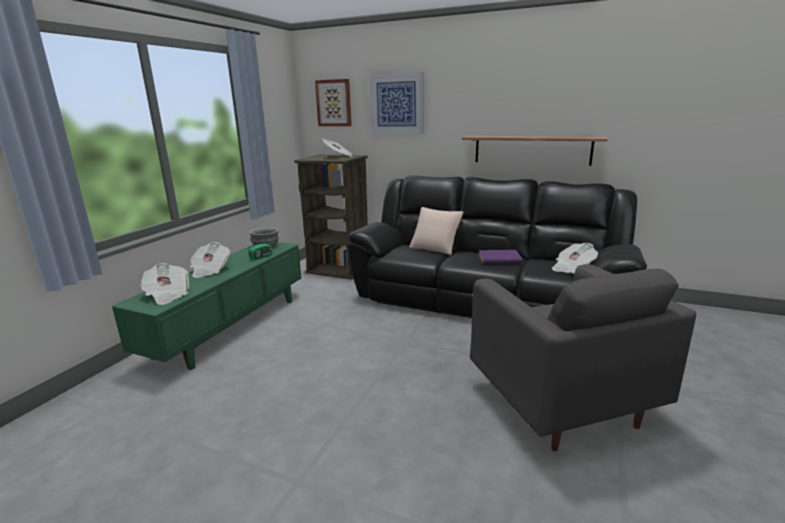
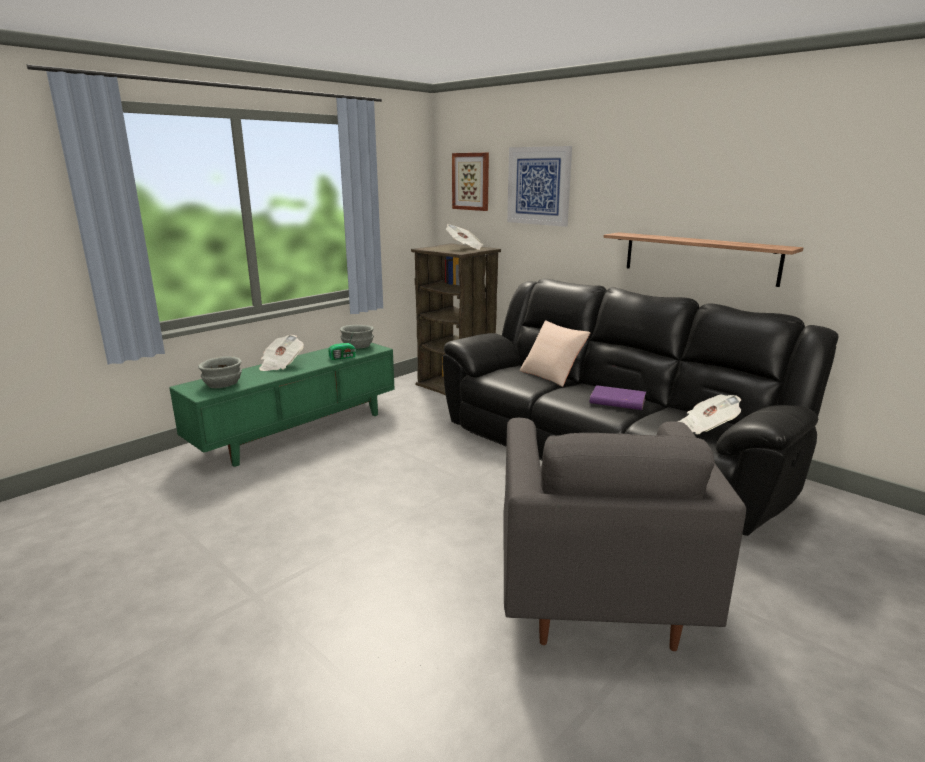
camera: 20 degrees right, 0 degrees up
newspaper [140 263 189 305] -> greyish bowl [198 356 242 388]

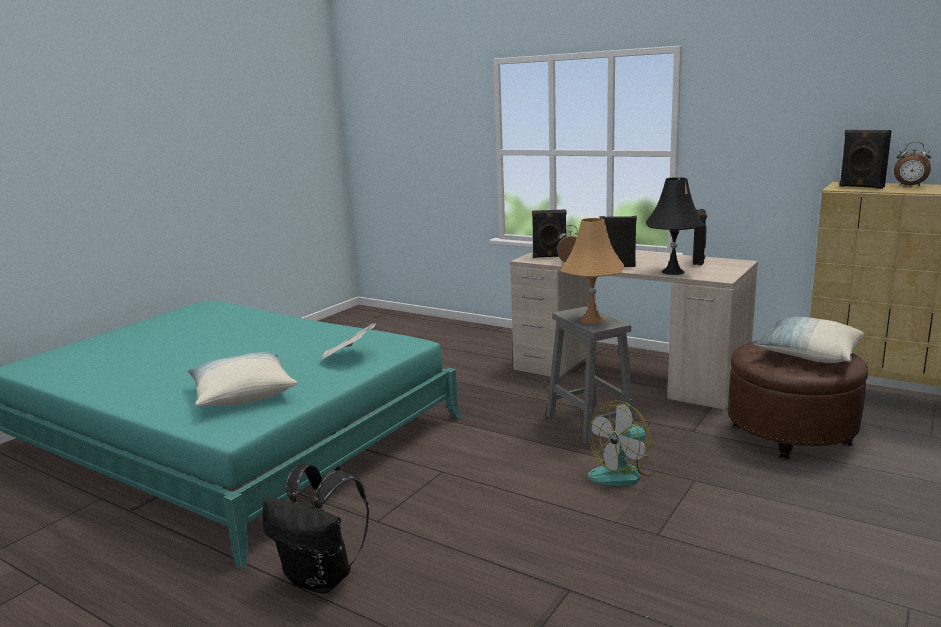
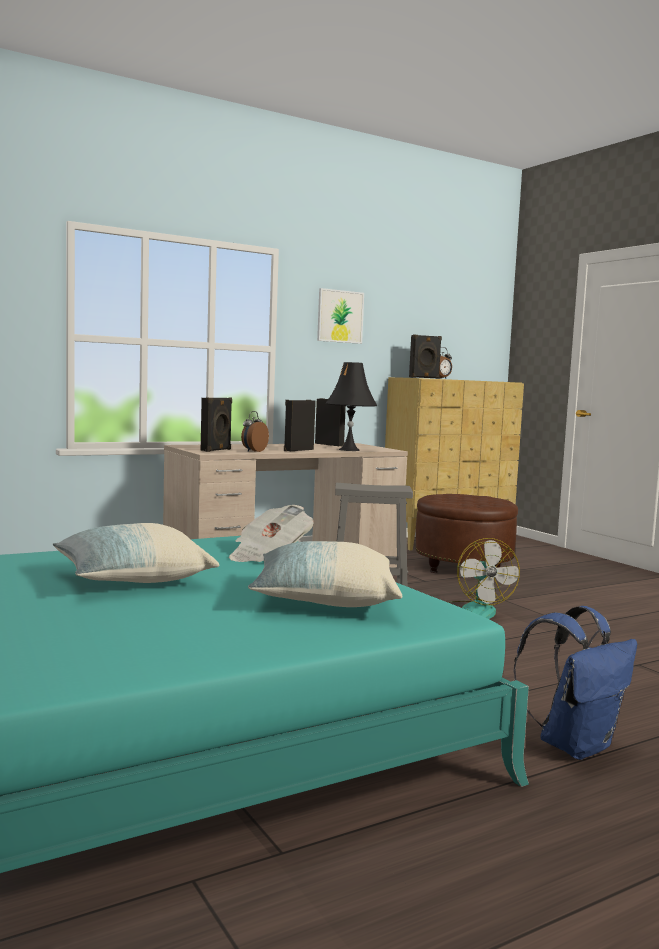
camera: 65 degrees left, 10 degrees down
orange table lamp [561 218 624 324] -> none
cushion [754 317 864 363] -> cushion [53 523 219 583], relocated
blackish backpack [262 464 369 594] -> bluish backpack [513 606 637 760]
none -> picture [317 288 364 344]

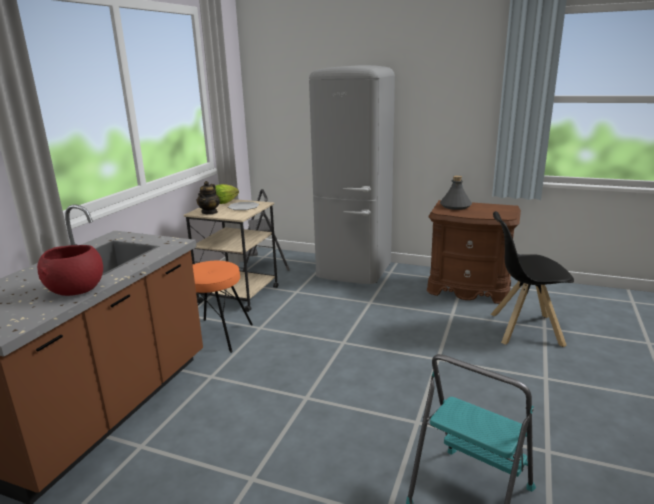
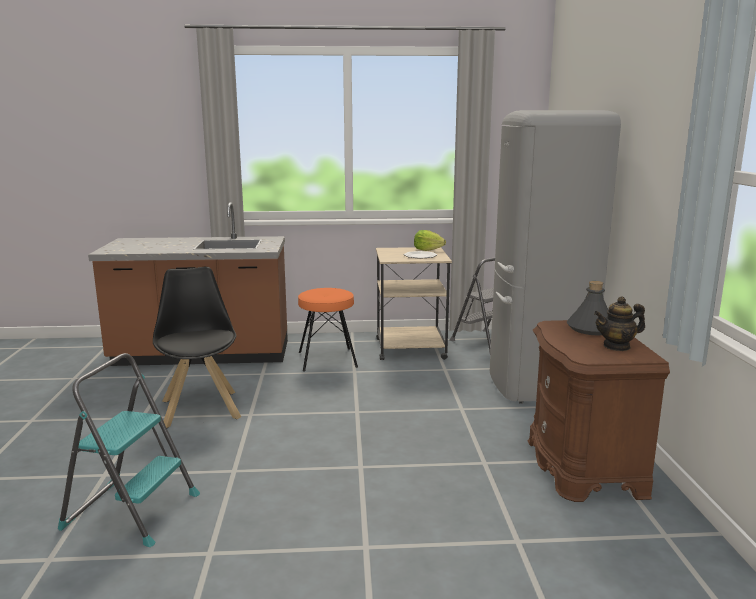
camera: 65 degrees right, 5 degrees down
tea pot [197 181 220 215] -> tea pot [594 296 645 351], relocated
blackish upright chair [491 211 574 347] -> blackish upright chair [153 267 241 428], relocated
red-coloured bowl [37 245 103 296] -> none

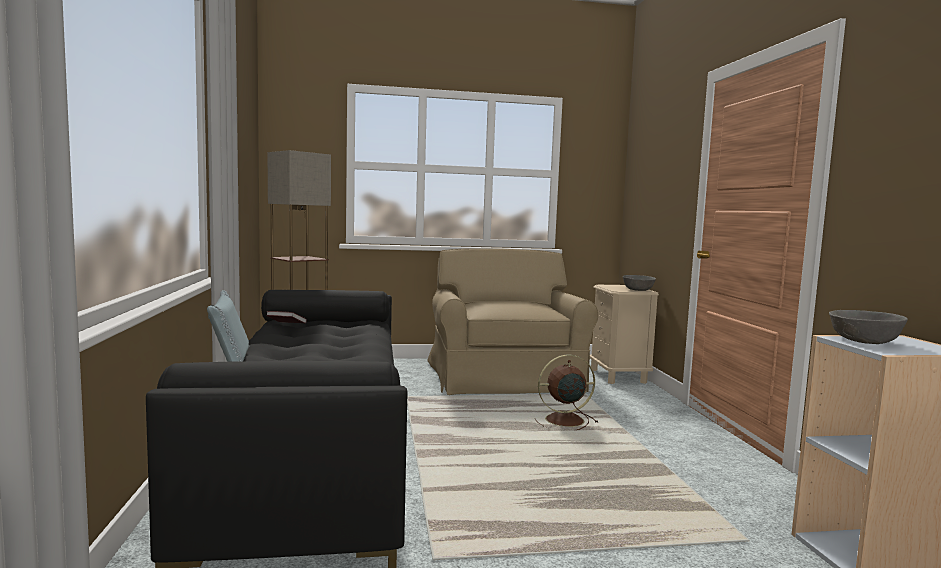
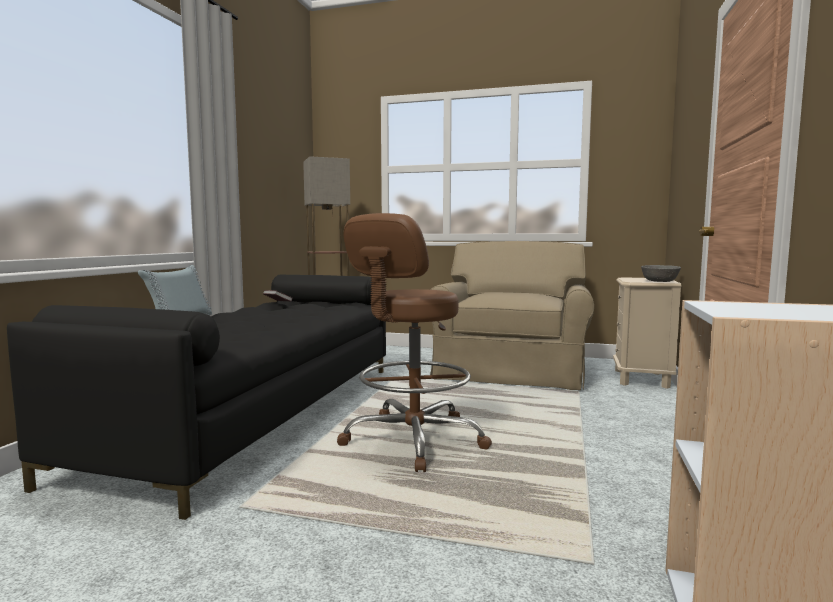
camera: 25 degrees right, 0 degrees up
greyish bowl [829 310 908 344] -> none
brown-coloured cooling fan [535 355 598 431] -> none
none -> brown-coloured sitting stool [337 213 492 472]

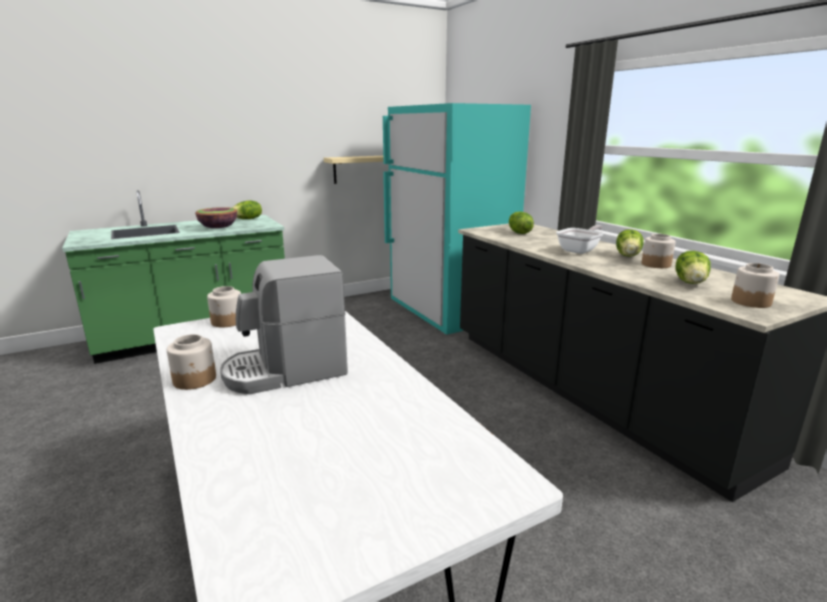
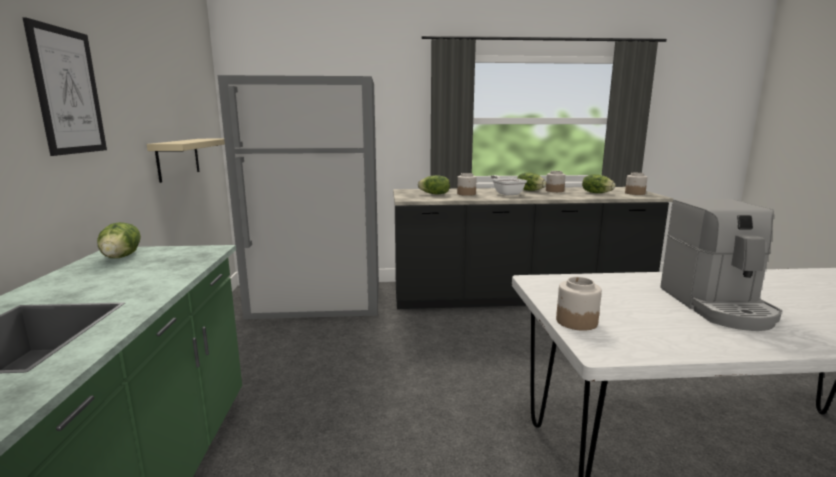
camera: 65 degrees left, 5 degrees down
turquoise fridge [383 103 531 335] -> greyish fridge [218 75 379 319]
bowl [195 207 237 228] -> none
storage jar [167 334 216 390] -> storage jar [457 173 476 196], relocated
none -> picture [22 17 107 156]

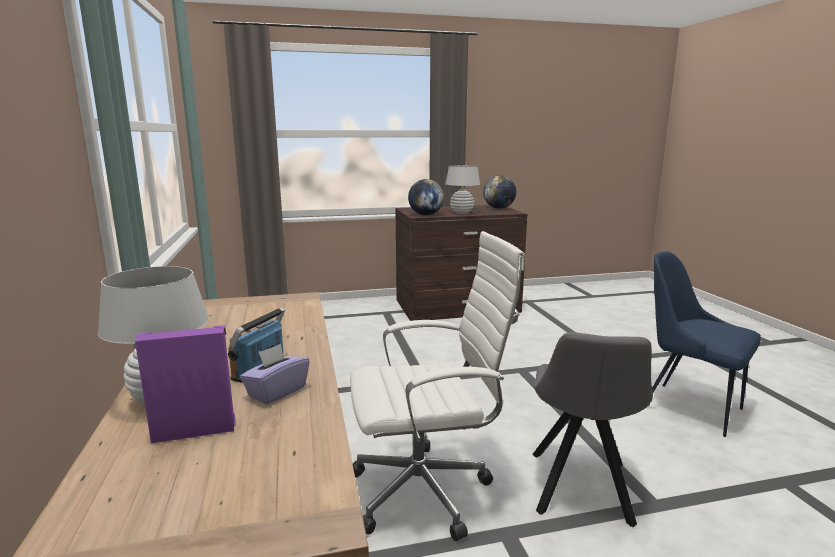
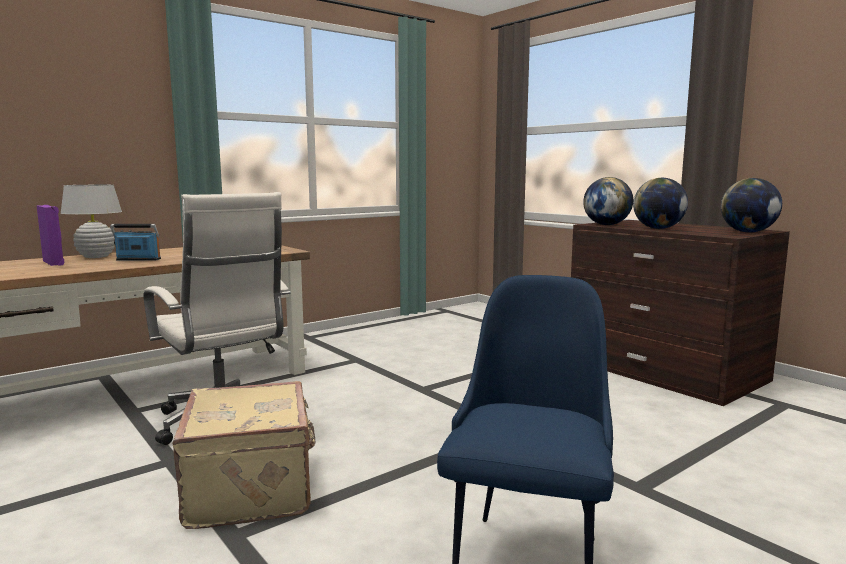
camera: 65 degrees right, 5 degrees down
white-coloured table lamp [445 165 480 214] -> desk globe [633 178 688 229]
greyish upright chair [532 332 653 527] -> beige travel case [172 381 316 529]
purple tissue box [240 344 309 405] -> none

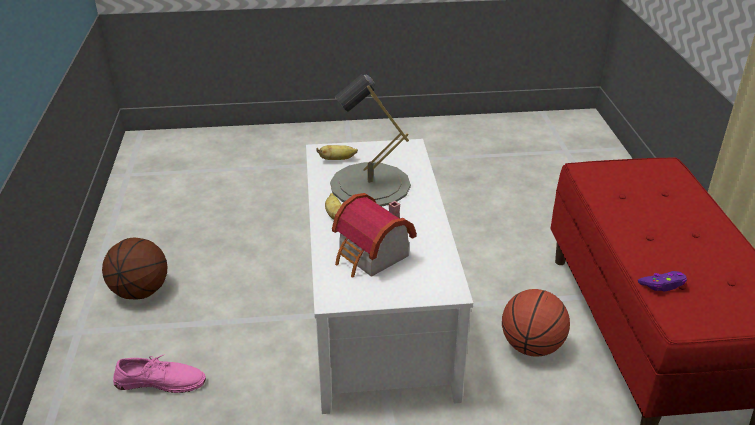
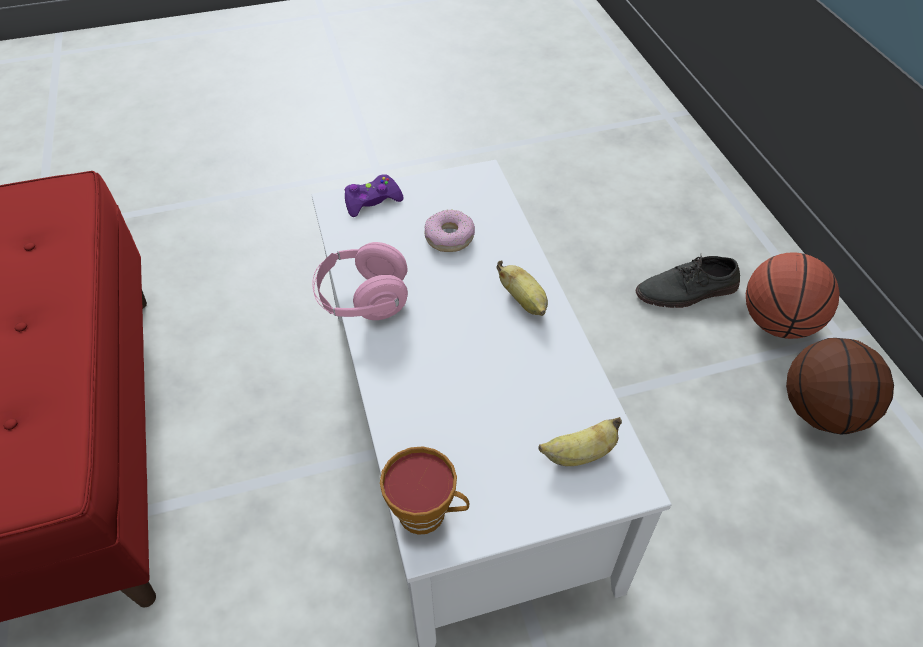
camera: 170 degrees right, 15 degrees up
greyish table lamp [330 74 411 207] -> none
model house [332 193 417 277] -> ring doughnut [425 209 475 252]
purple gamepad [638 271 687 291] -> purple gamepad [345 174 404 217], relocated
basketball [502 289 570 357] -> basketball [746 252 840 339], relocated
pink-coloured shoe [113 354 206 393] -> greyish shoe [636 256 740 308]
none -> pink-coloured pair of headphones [312 242 408 320]
none -> small cup [380 446 470 535]

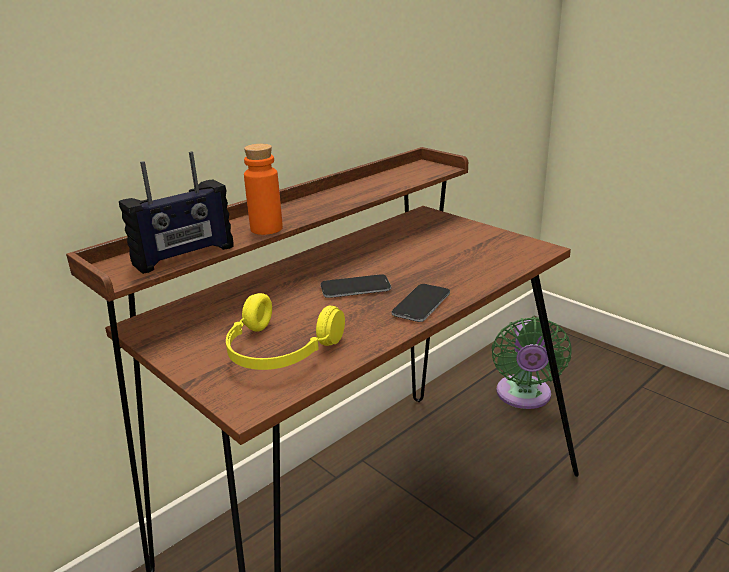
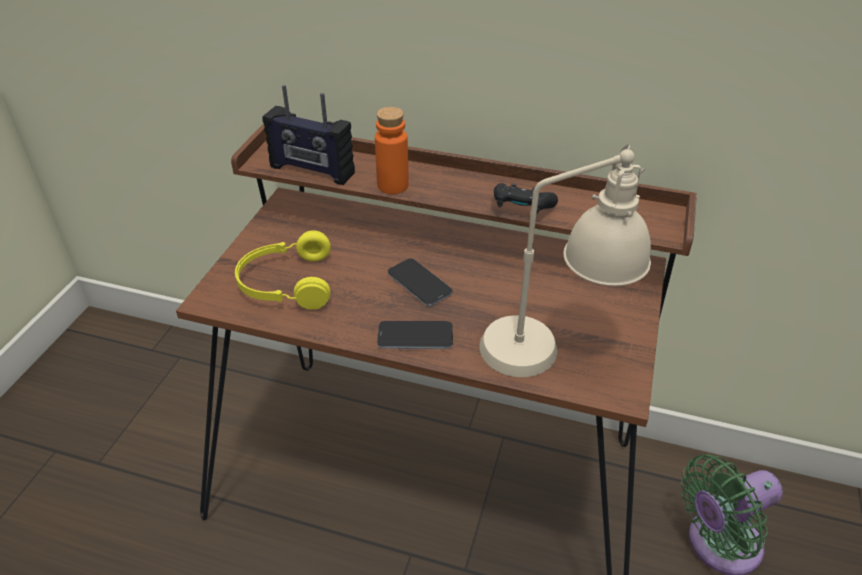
camera: 60 degrees right, 15 degrees up
none -> beige table lamp [479 145 651 377]
none -> blackish gamepad [494 183 558 214]

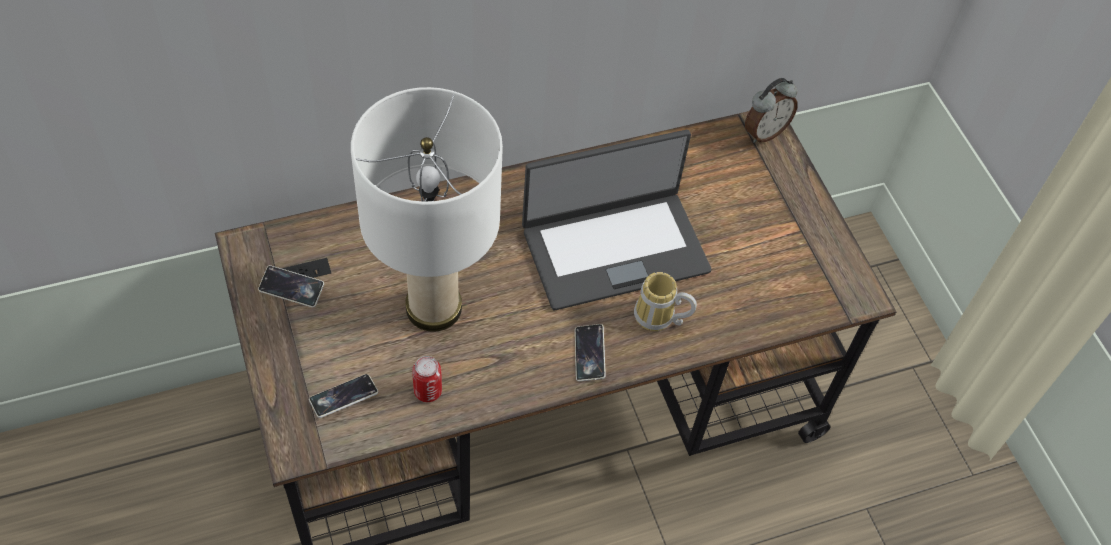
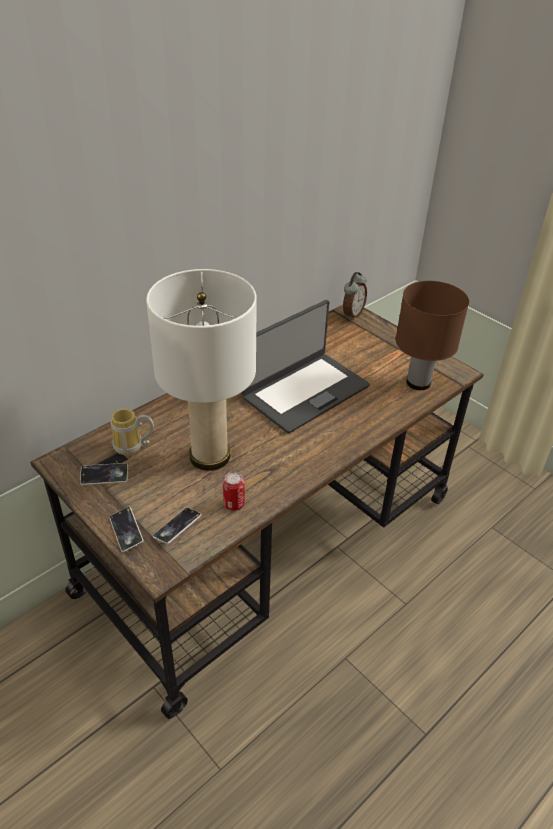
camera: 20 degrees left, 15 degrees down
coffee mug [634 272 697 331] -> coffee mug [111 408 154 455], relocated
handset [575 324 606 382] -> handset [110 507 143 552], relocated
none -> brown-coloured table lamp [396 281 469 390]

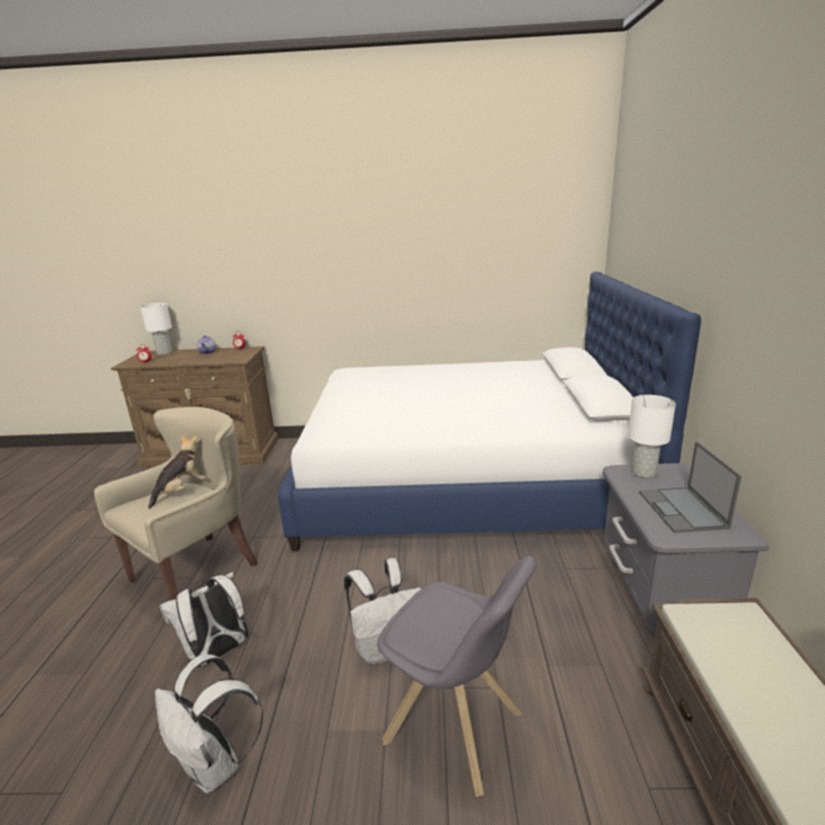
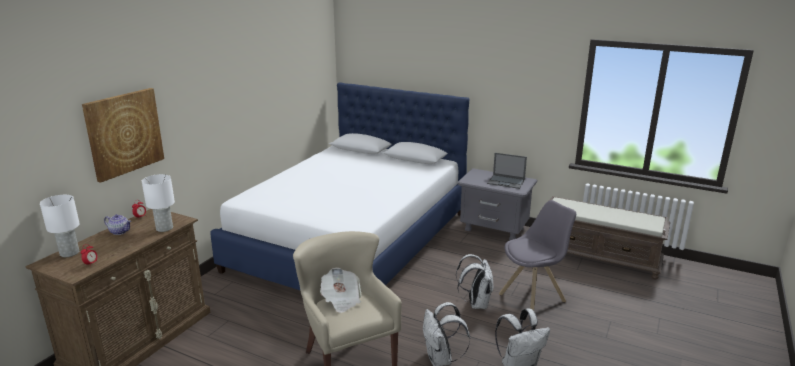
camera: 65 degrees left, 0 degrees up
white-coloured table lamp [628 395 676 478] -> white-coloured table lamp [142 174 175 232], relocated
plush toy [148 435 206 509] -> newspaper [320 267 361 313]
none -> picture [82 88 164 183]

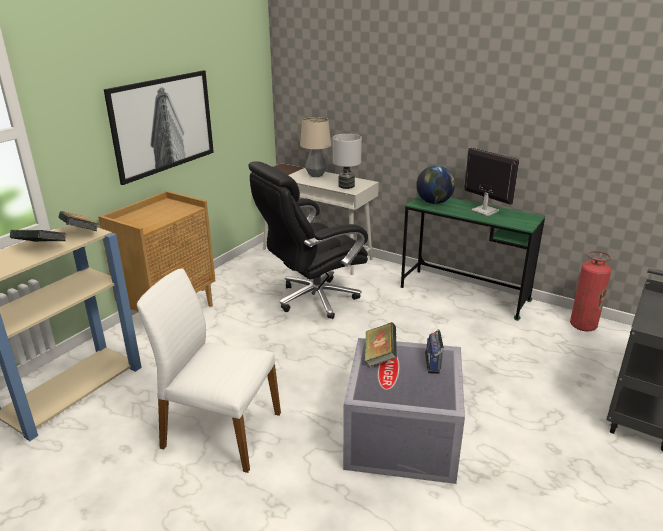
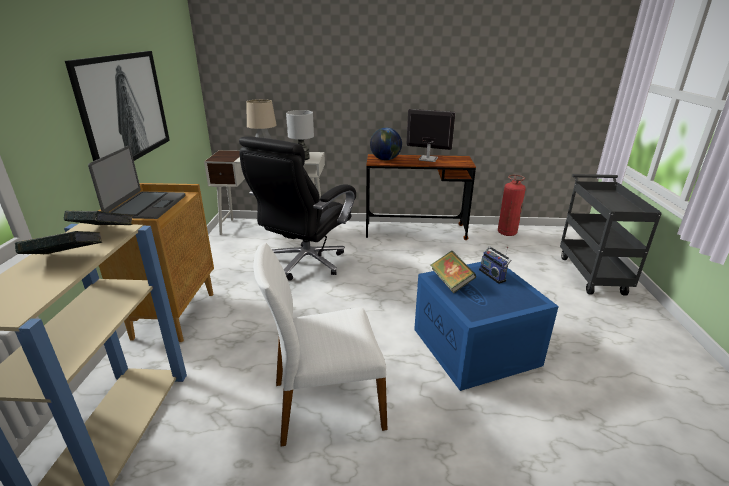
camera: 30 degrees left, 0 degrees up
greenish desk [401 196 545 321] -> brown-coloured desk [366 154 476 240]
greyish storage container [343 338 465 484] -> bluish storage container [414 262 559 391]
none -> portable computer [88 146 186 219]

